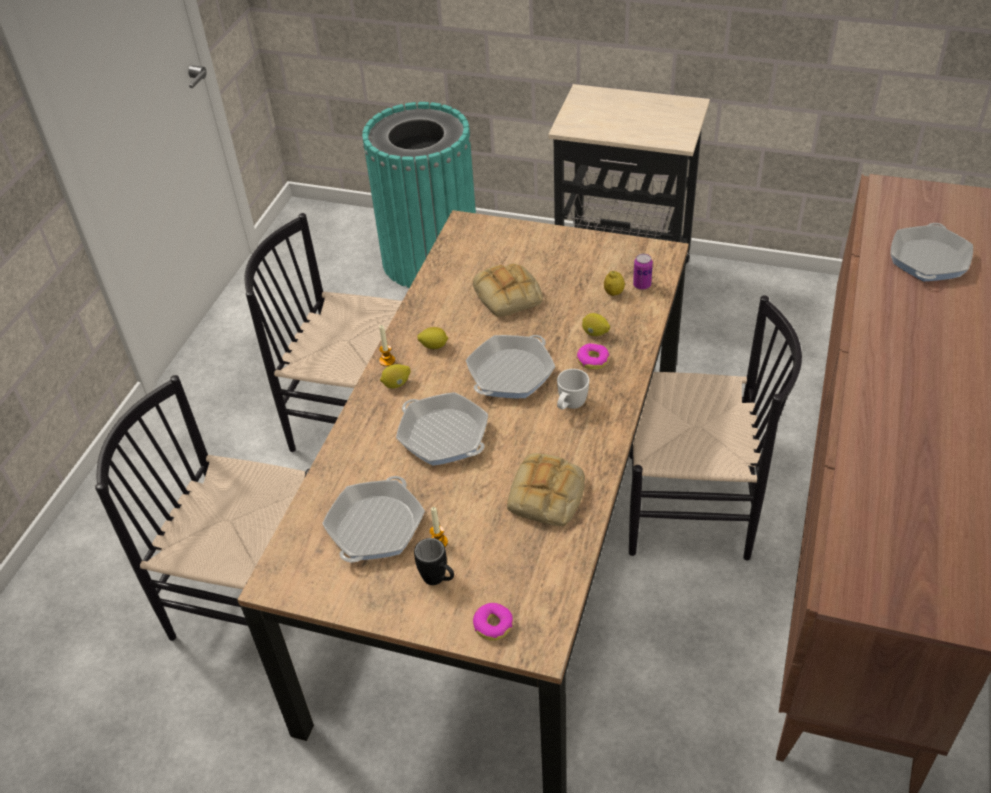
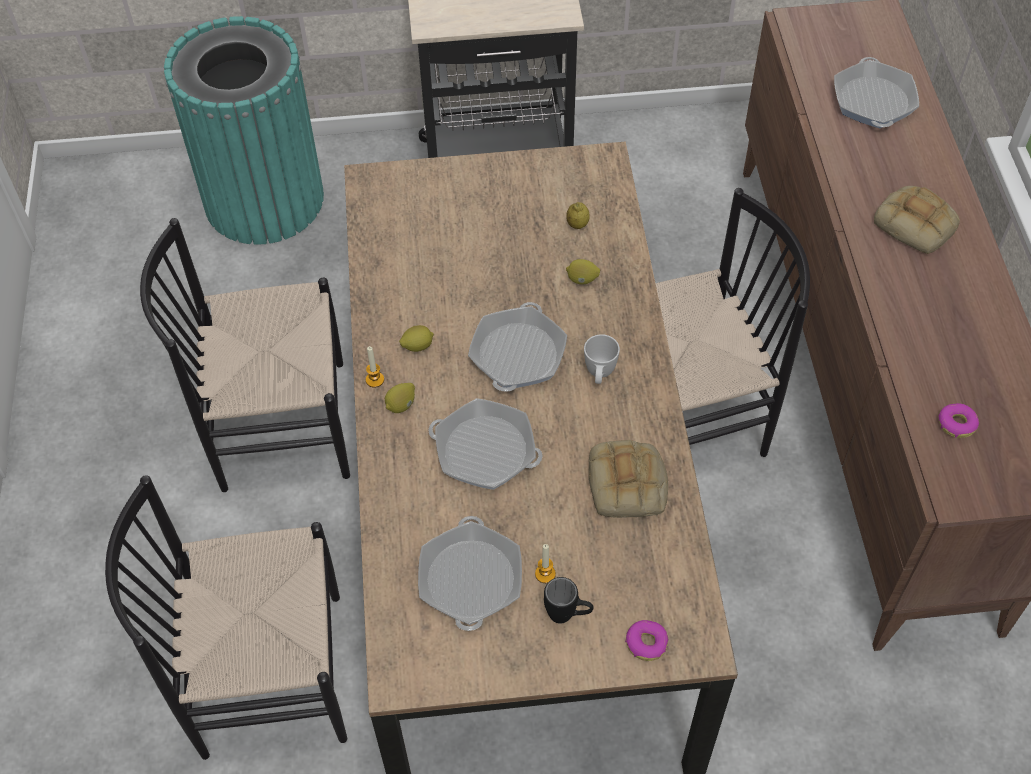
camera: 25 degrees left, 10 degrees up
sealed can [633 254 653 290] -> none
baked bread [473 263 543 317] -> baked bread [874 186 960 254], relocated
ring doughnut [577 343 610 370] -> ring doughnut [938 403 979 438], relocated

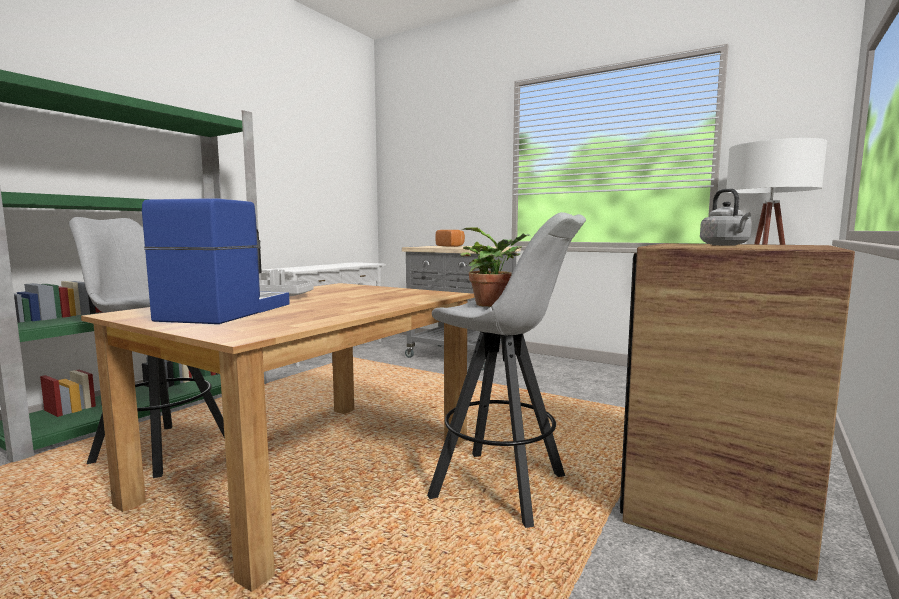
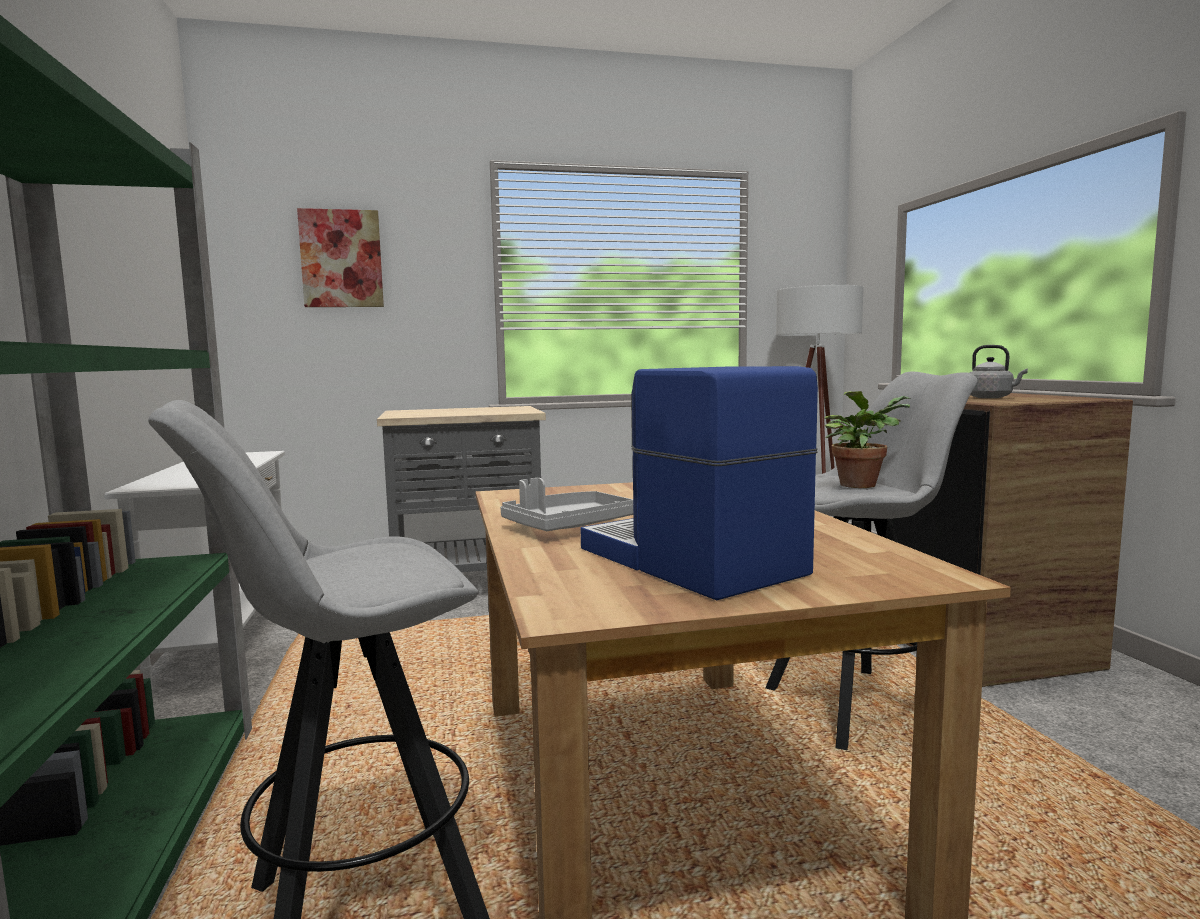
camera: 45 degrees left, 0 degrees up
baked bread [435 230 465 247] -> none
none -> picture [297 208 384 307]

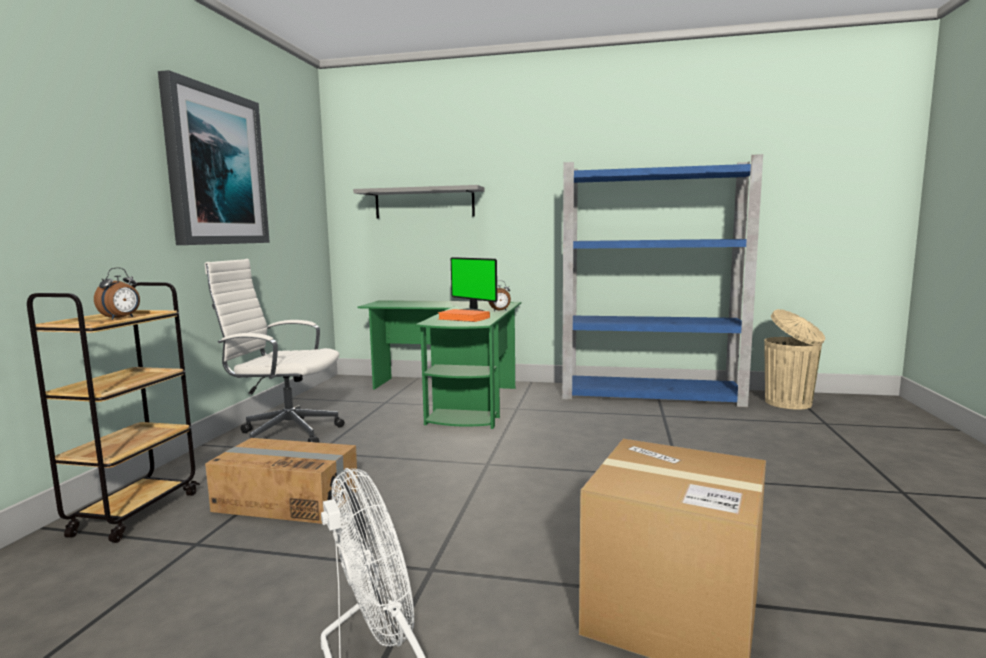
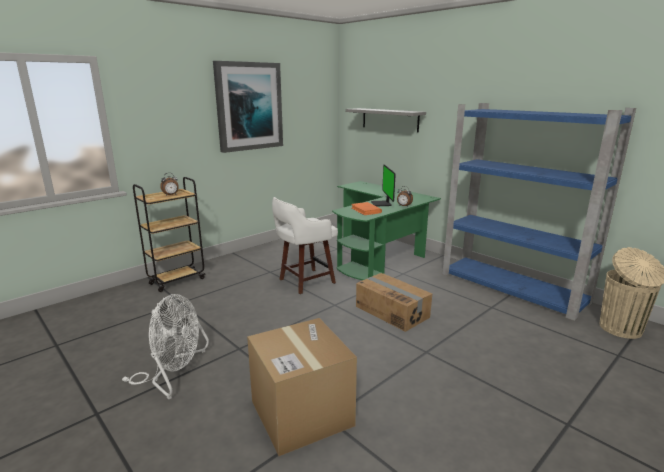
camera: 35 degrees right, 10 degrees up
white-coloured office chair [204 259 345 443] -> none
packing box [205 438 357 524] -> packing box [356 273 432 332], relocated
none -> white-coloured sitting stool [272 197 338 294]

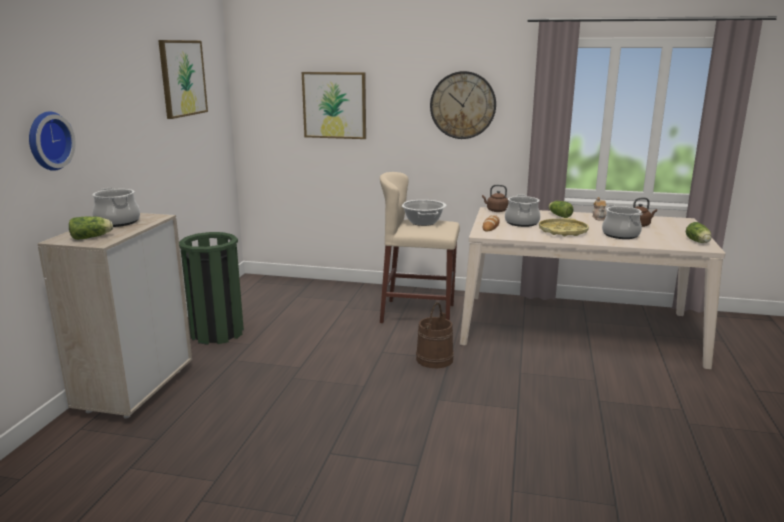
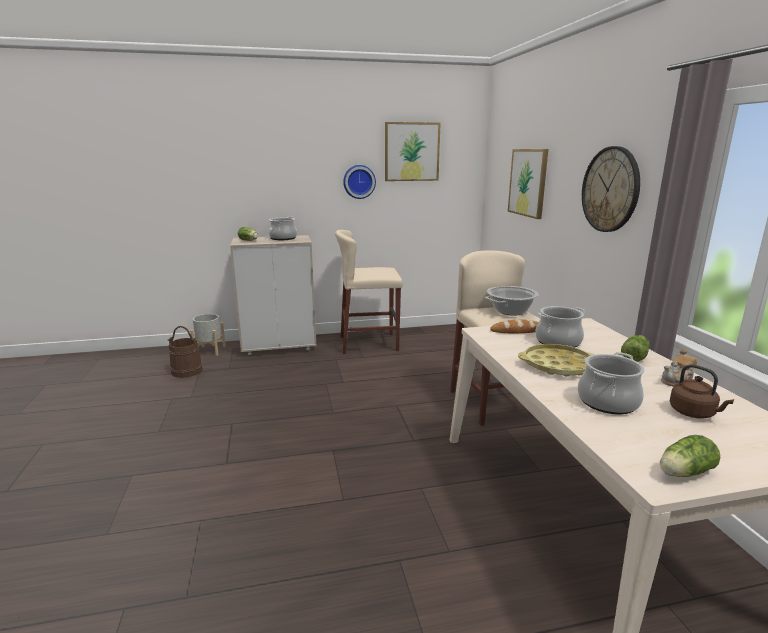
camera: 65 degrees right, 0 degrees up
hanging clock [29 111 76 171] -> hanging clock [343 165 376 199], relocated
brown-coloured kettle [482 185 509 212] -> none
greenish rubbish bin [179 232 244 345] -> beige sitting stool [335 230 403 354]
brown-coloured water bucket [416 302 454 368] -> brown-coloured water bucket [168 326 202 378], relocated
none -> greyish planter [190 314 226 356]

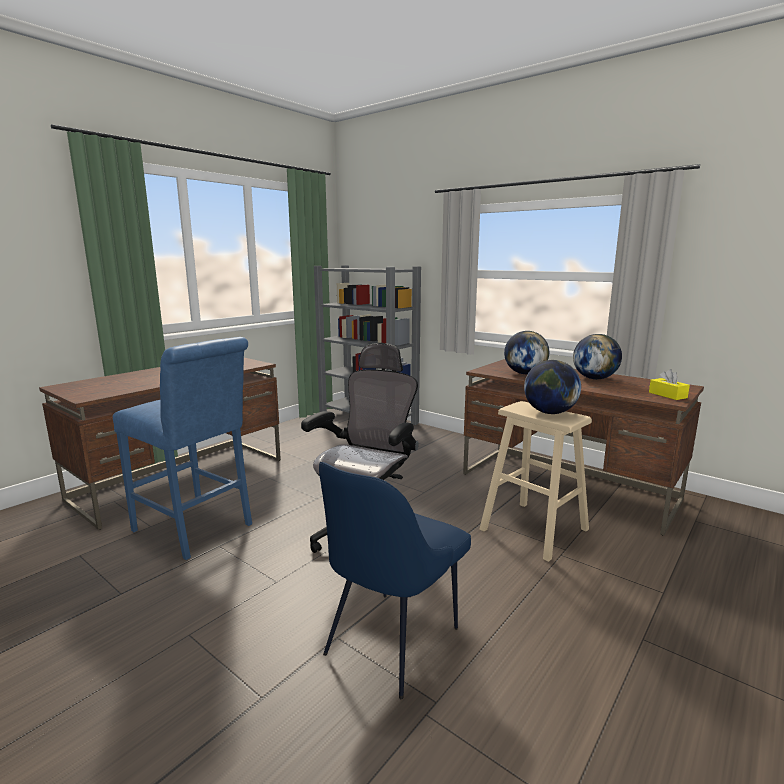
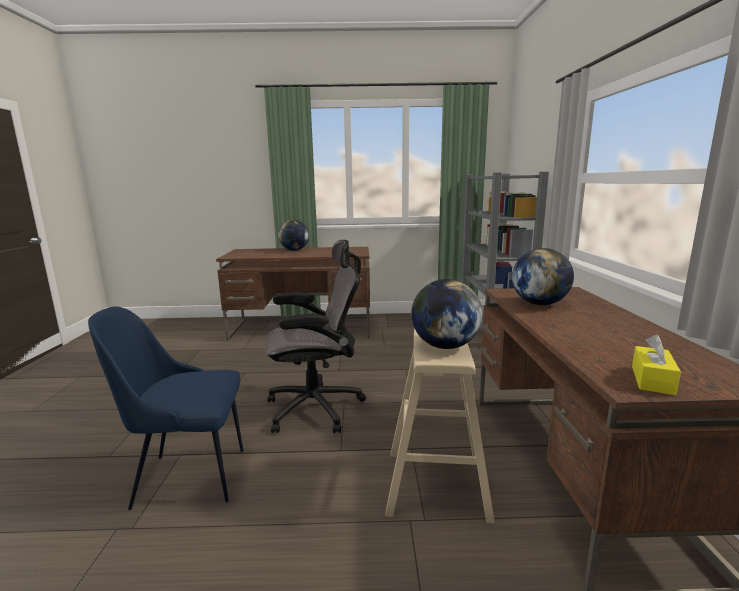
camera: 50 degrees right, 0 degrees up
desk globe [573 334 622 379] -> desk globe [278 220 309 251], relocated
bluish sitting stool [113 337 252 560] -> none

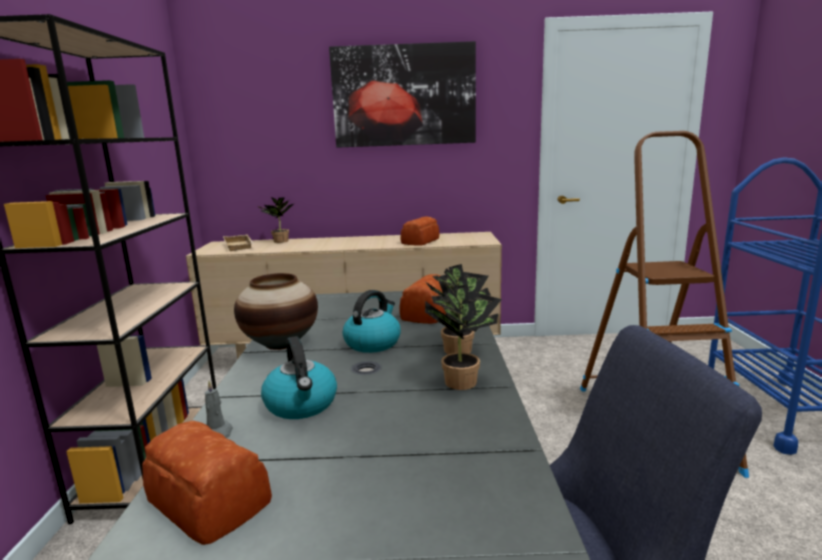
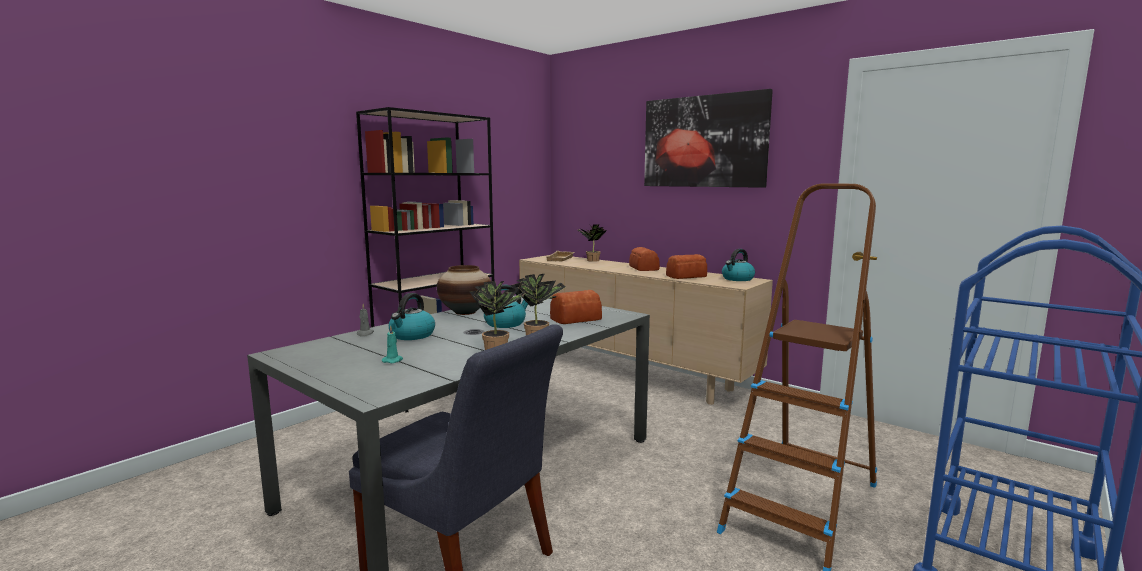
camera: 40 degrees right, 5 degrees down
baked bread [142 421 272 545] -> baked bread [629 247 660 271], relocated
none -> kettle [722 249 755 281]
none -> turquoise wax candle [382 325 403 363]

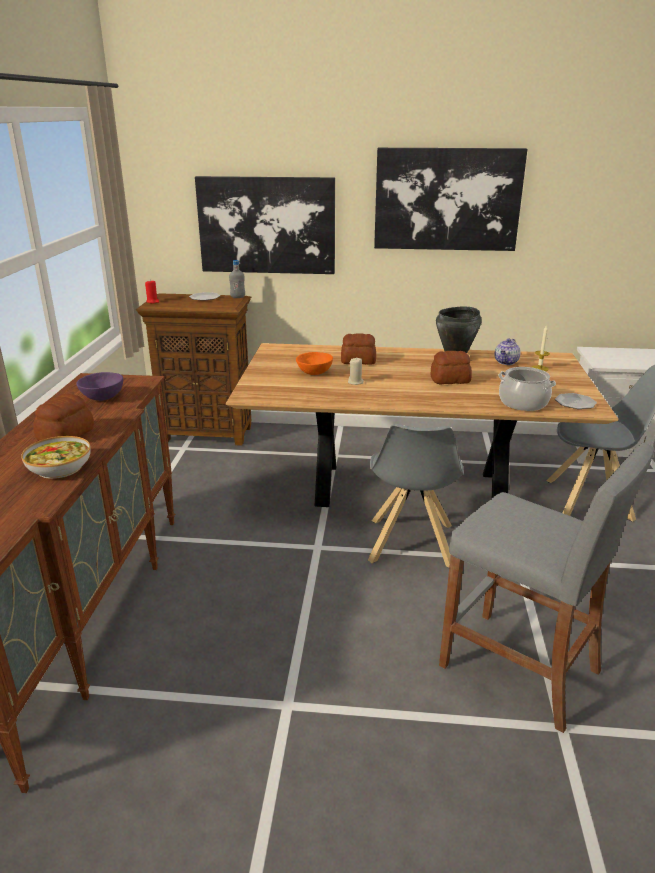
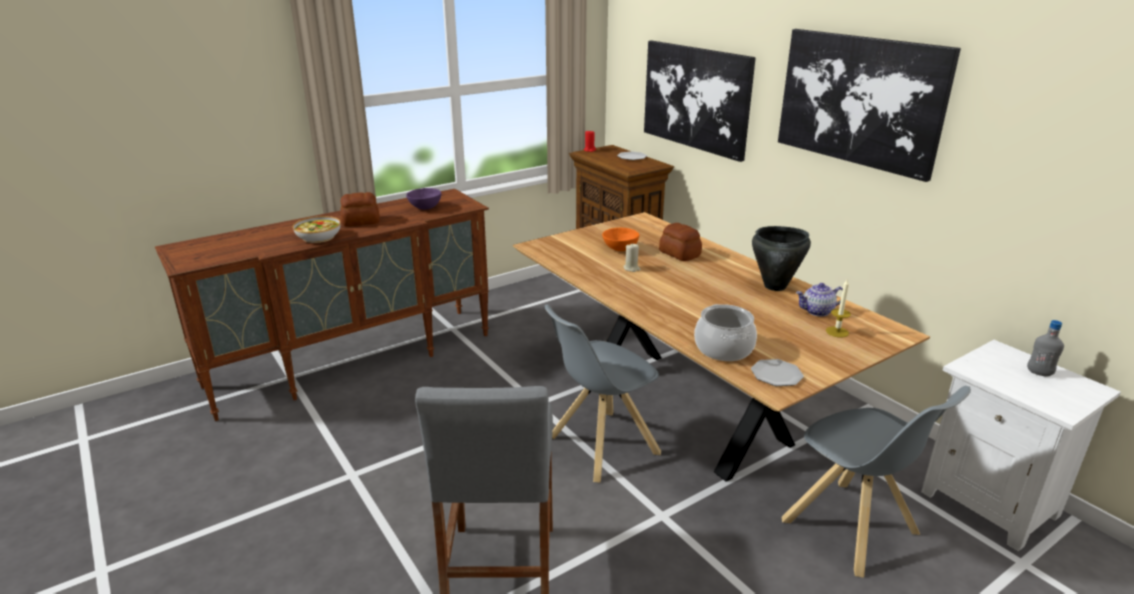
camera: 50 degrees right, 0 degrees up
greyish beverage bottle [229 260 245 298] -> greyish beverage bottle [1027 320 1064 377], relocated
baked bread [430 351 472 384] -> none

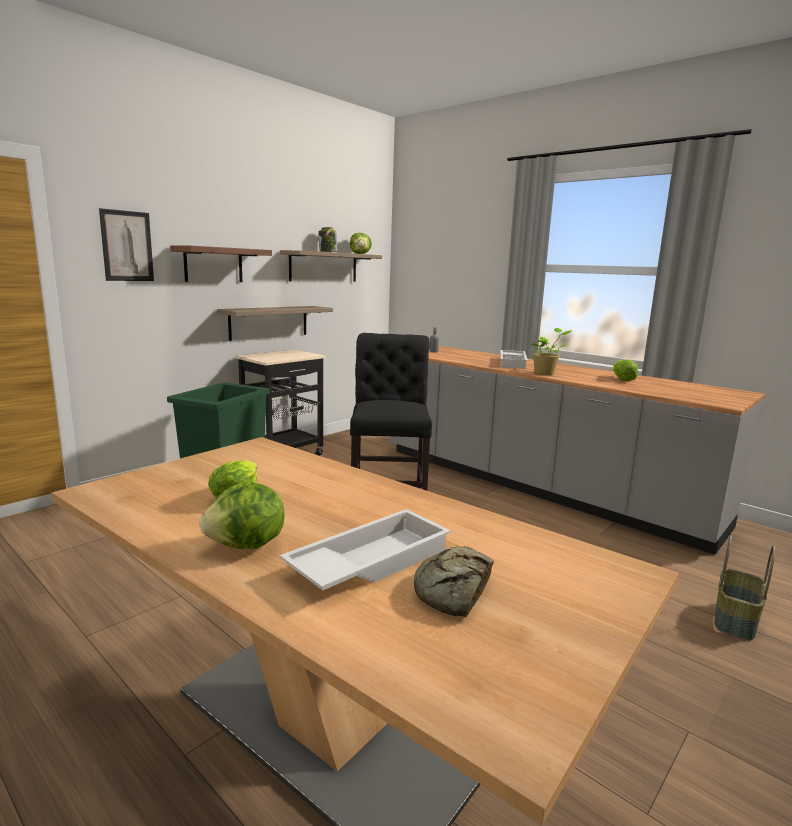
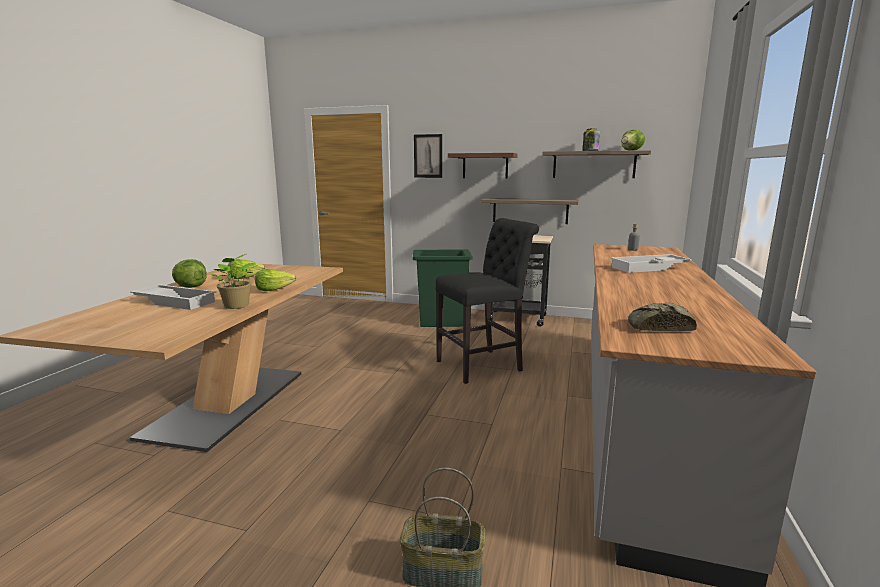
camera: 65 degrees right, 0 degrees up
plant in a pot [530 328 572 375] -> plant in a pot [211 254 258 309], relocated
head of lettuce [613 359 638 381] -> head of lettuce [255 269 296 291], relocated
baked bread [414 546 494 617] -> baked bread [628 303 697 331], relocated

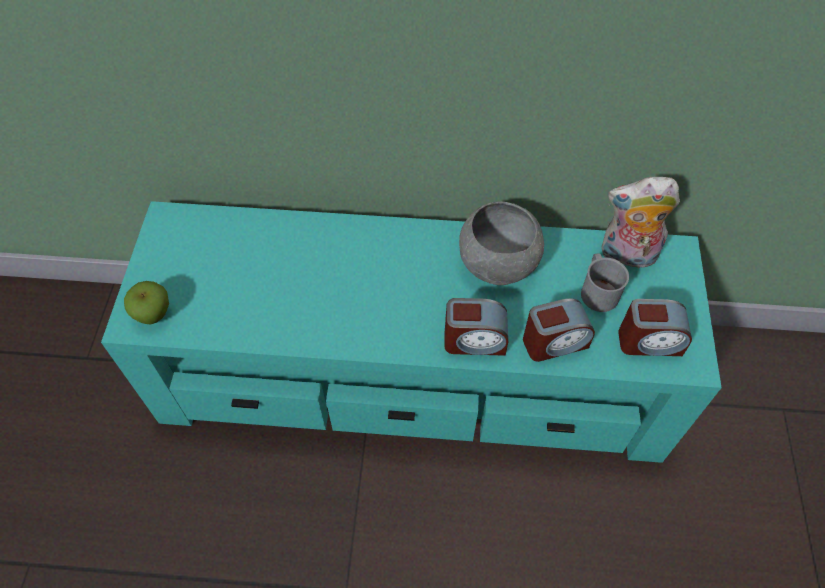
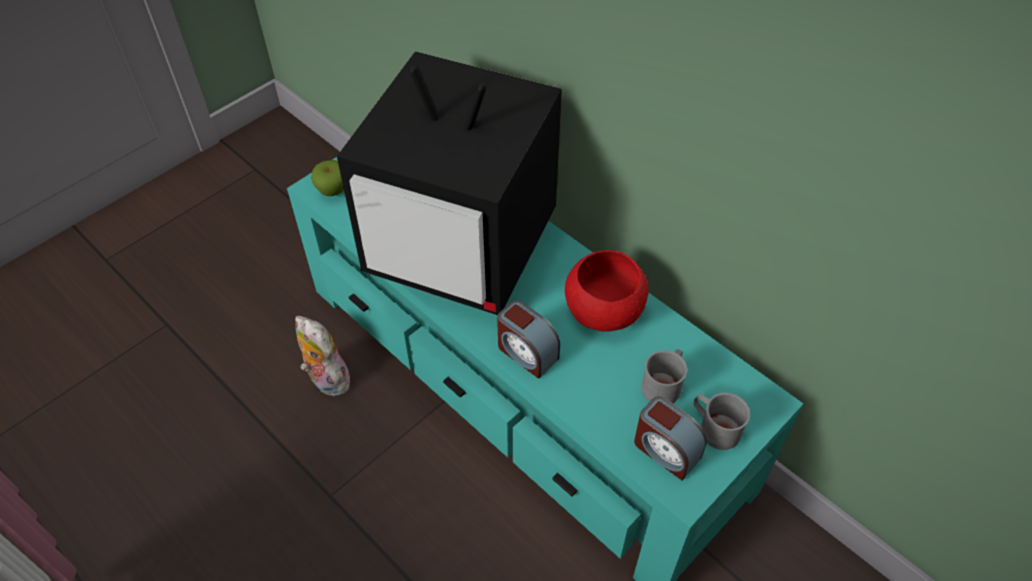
camera: 40 degrees right, 5 degrees down
plush toy [601 177 680 268] -> plush toy [295 316 350 396], relocated
greyish bowl [459 202 544 285] -> red-coloured bowl [565 250 649 331]
table clock [523 298 595 362] -> none
none -> TV [337 51 562 315]
none -> greyish coffee mug [693 393 750 450]

